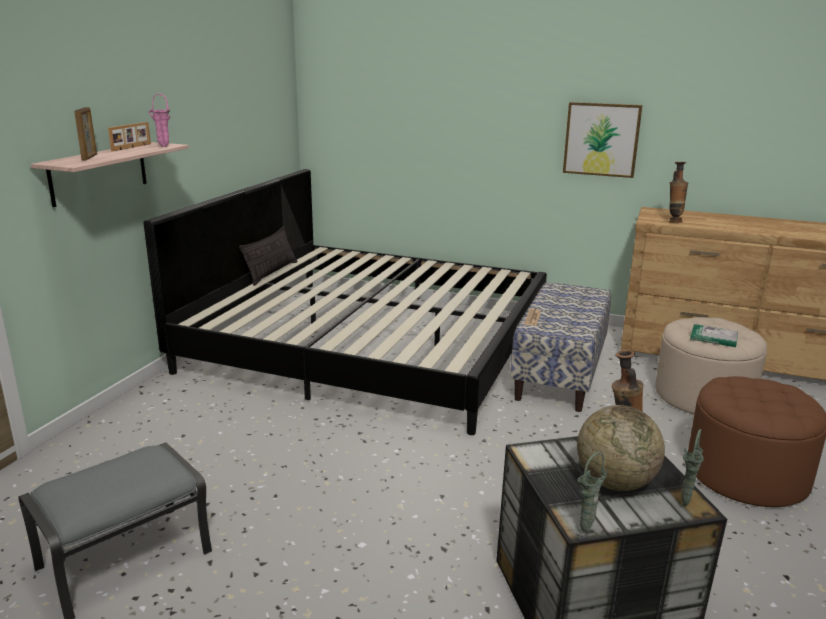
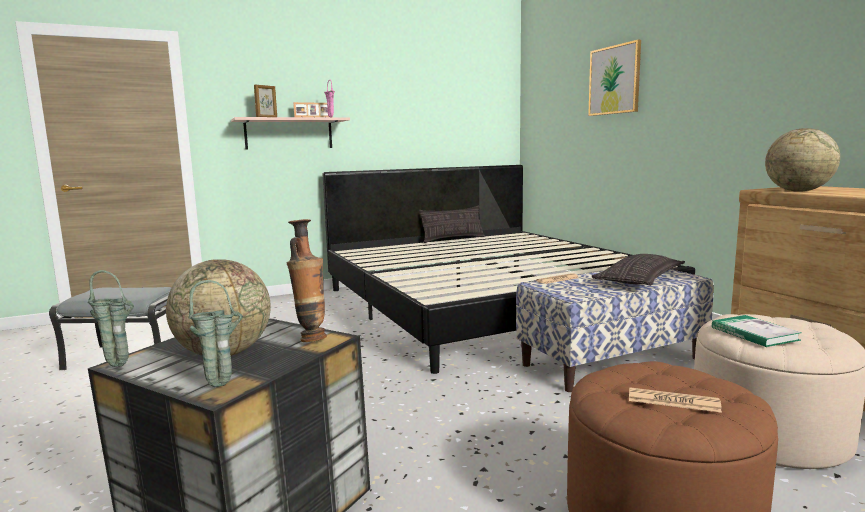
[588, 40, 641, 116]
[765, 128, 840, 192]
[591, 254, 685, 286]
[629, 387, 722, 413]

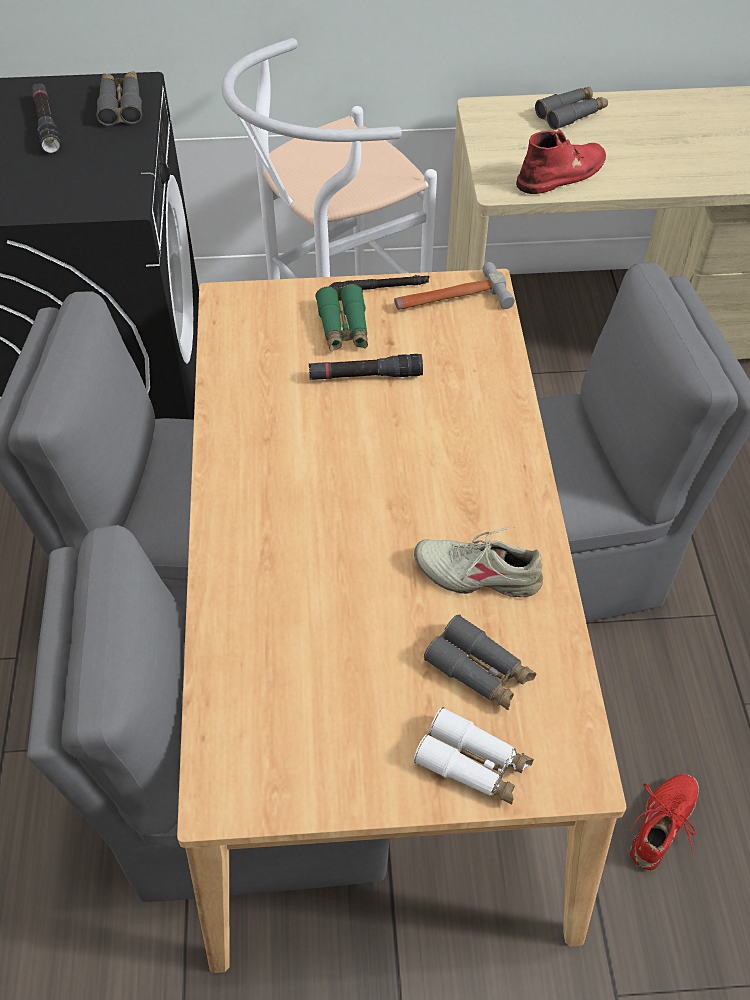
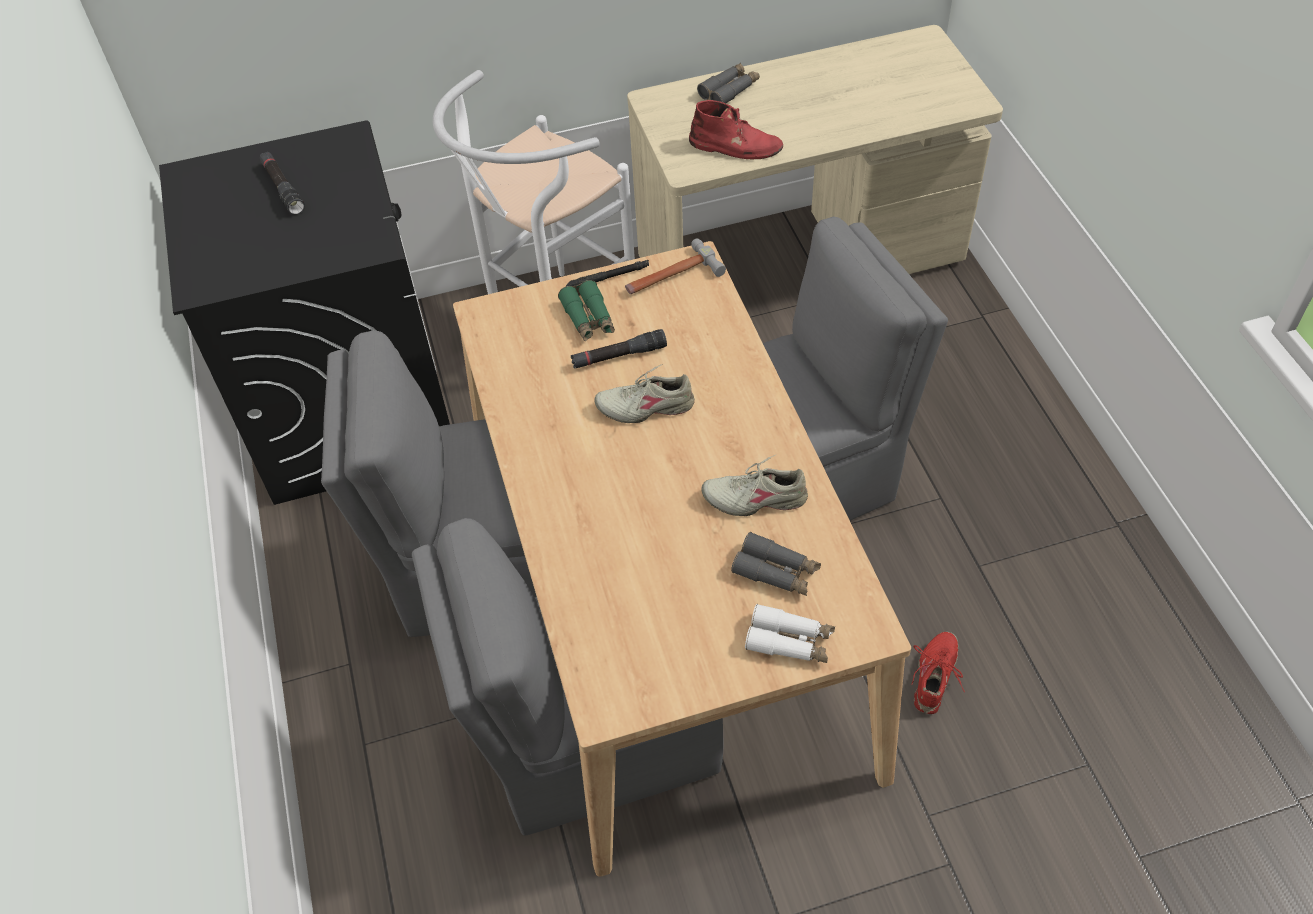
[96, 71, 142, 126] (first image)
[689, 100, 783, 160]
[594, 364, 695, 423]

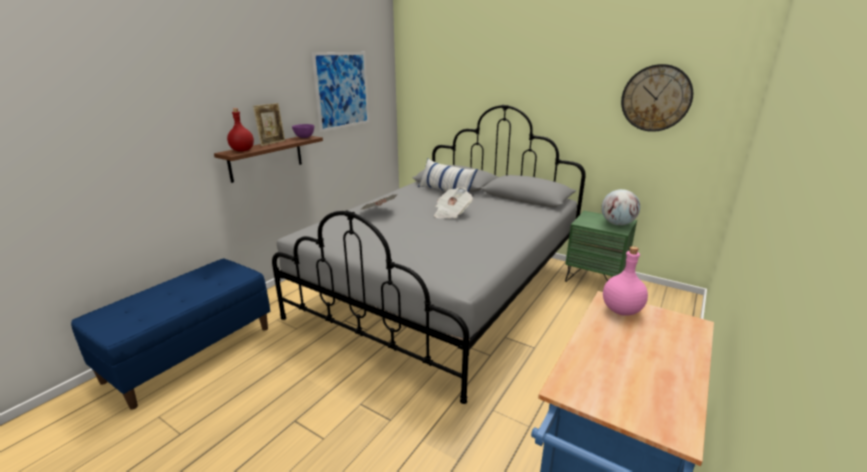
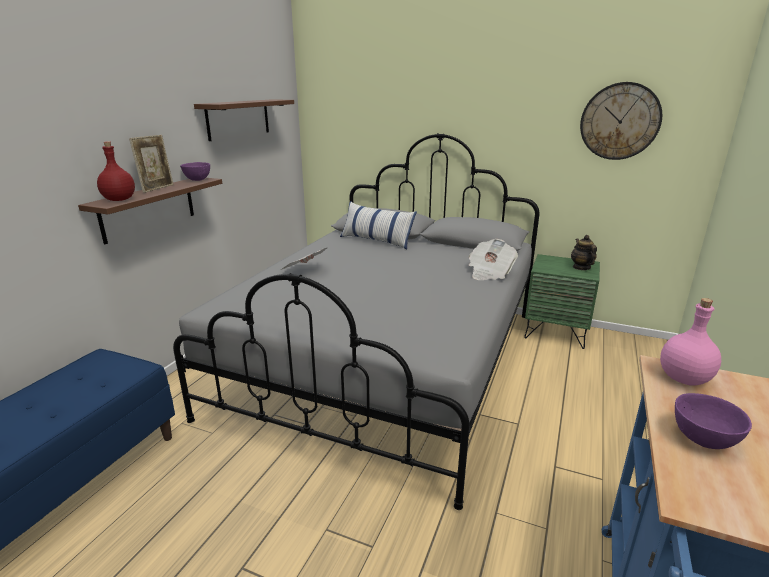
[194, 99, 294, 141]
[469, 239, 518, 280]
[571, 235, 597, 270]
[675, 393, 752, 449]

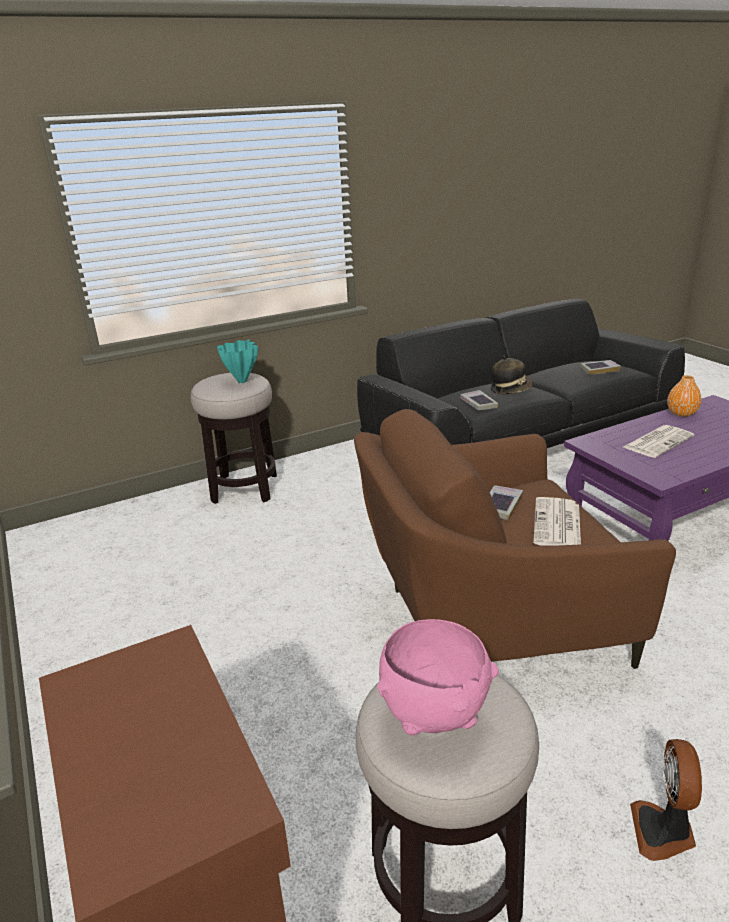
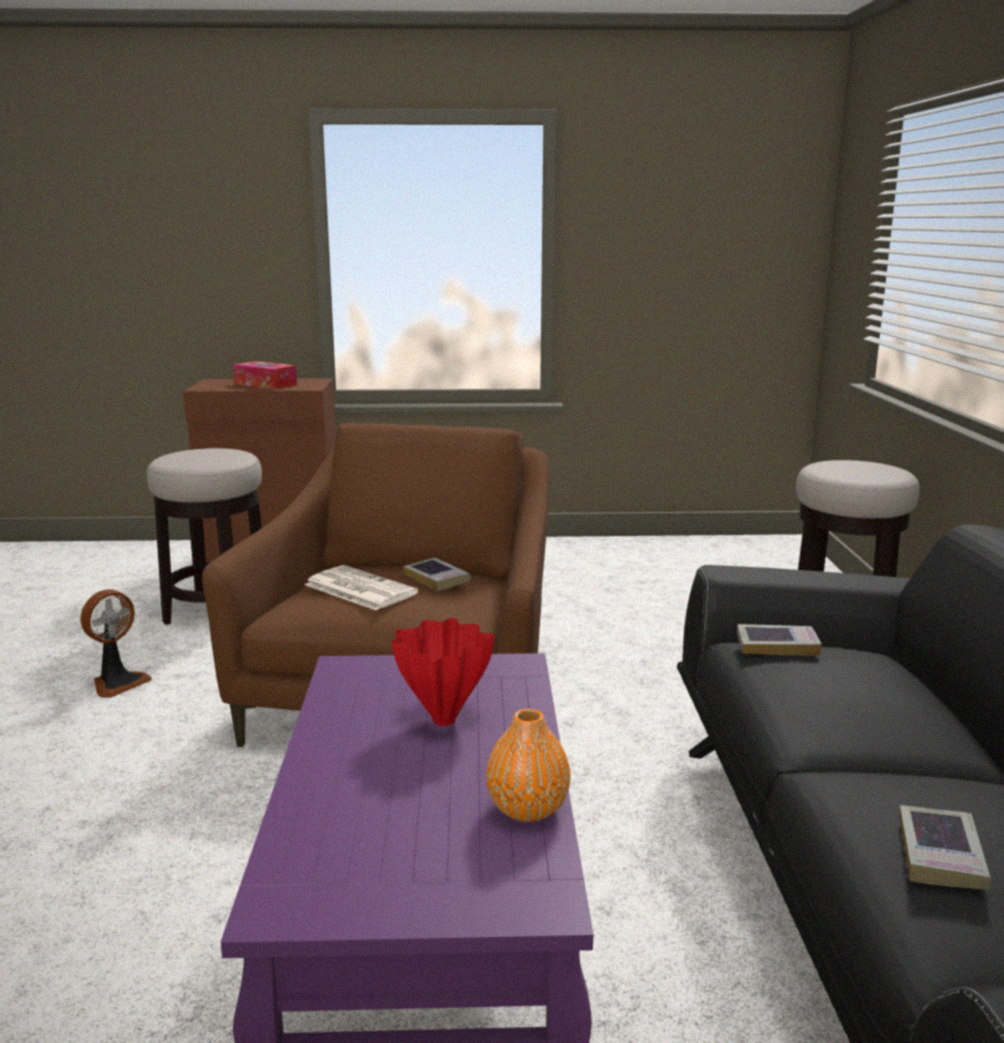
[217, 340, 258, 383] (first image)
[491, 356, 534, 394] (first image)
[392, 618, 495, 726]
[377, 619, 499, 736] (first image)
[81, 589, 152, 698]
[233, 361, 297, 389]

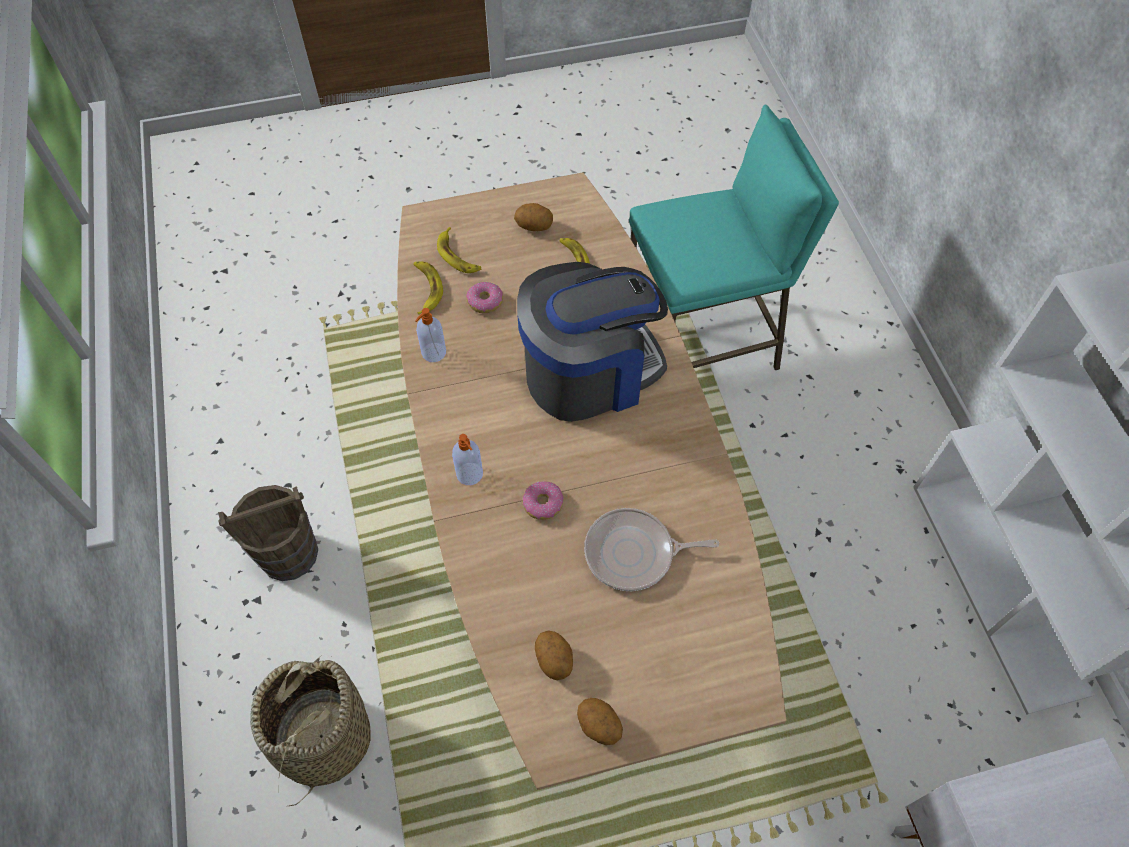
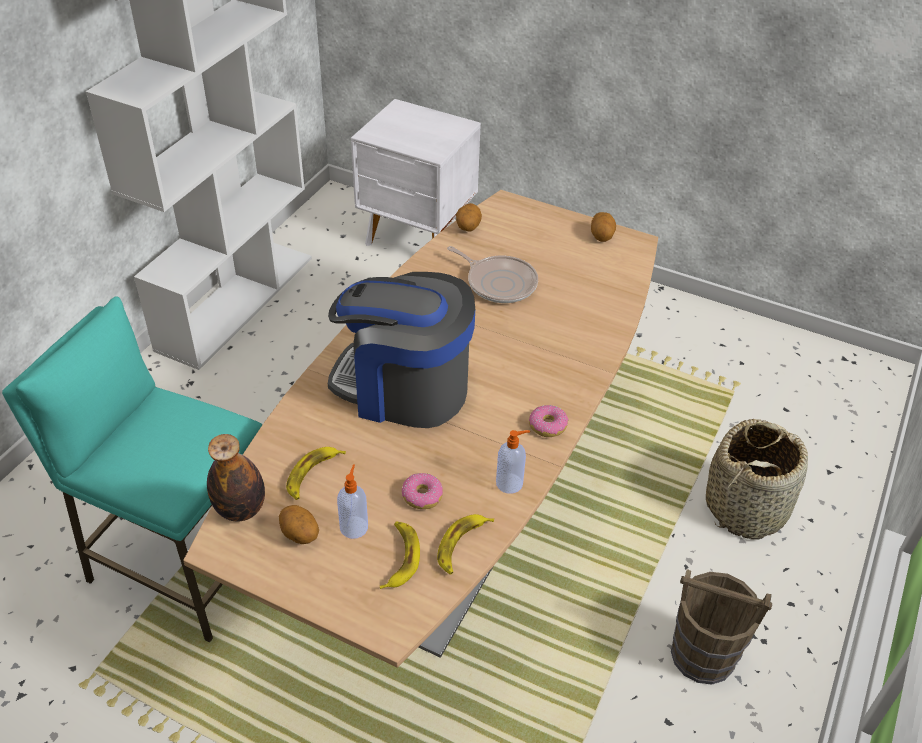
[337, 464, 368, 539]
[529, 405, 569, 437]
[456, 203, 482, 231]
[207, 434, 265, 522]

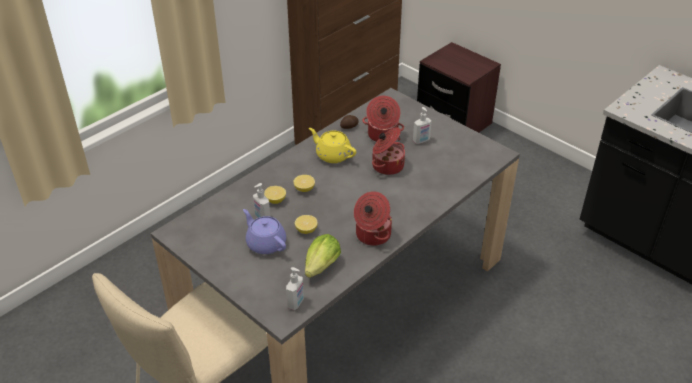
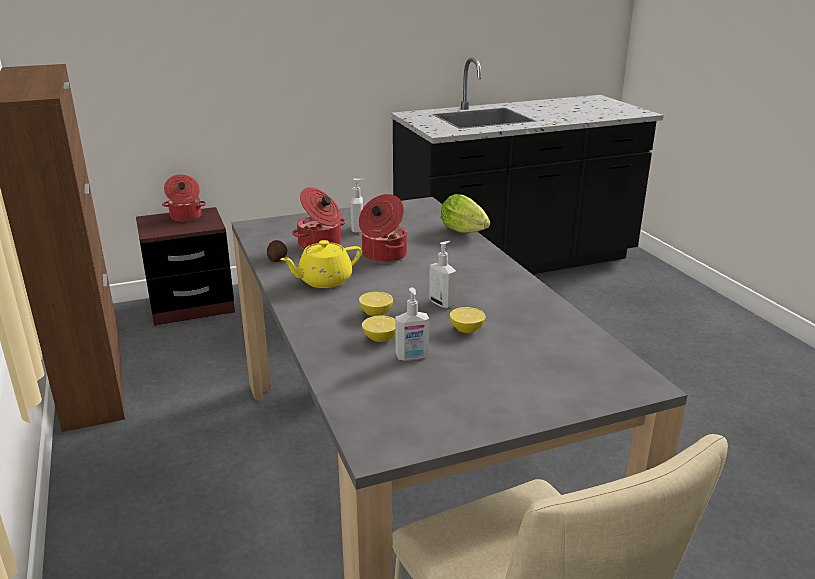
[162, 174, 206, 221]
[243, 209, 286, 254] (first image)
[440, 194, 490, 233]
[429, 241, 456, 308]

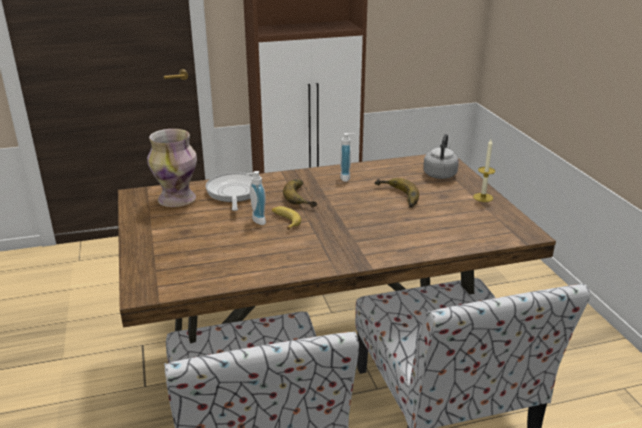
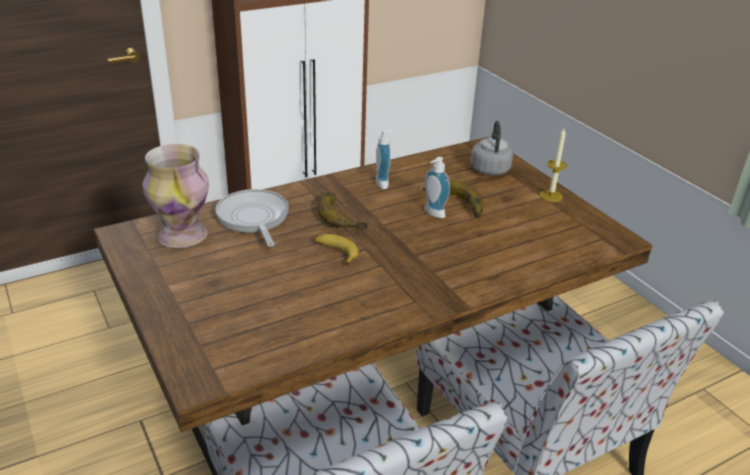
[425, 157, 450, 218]

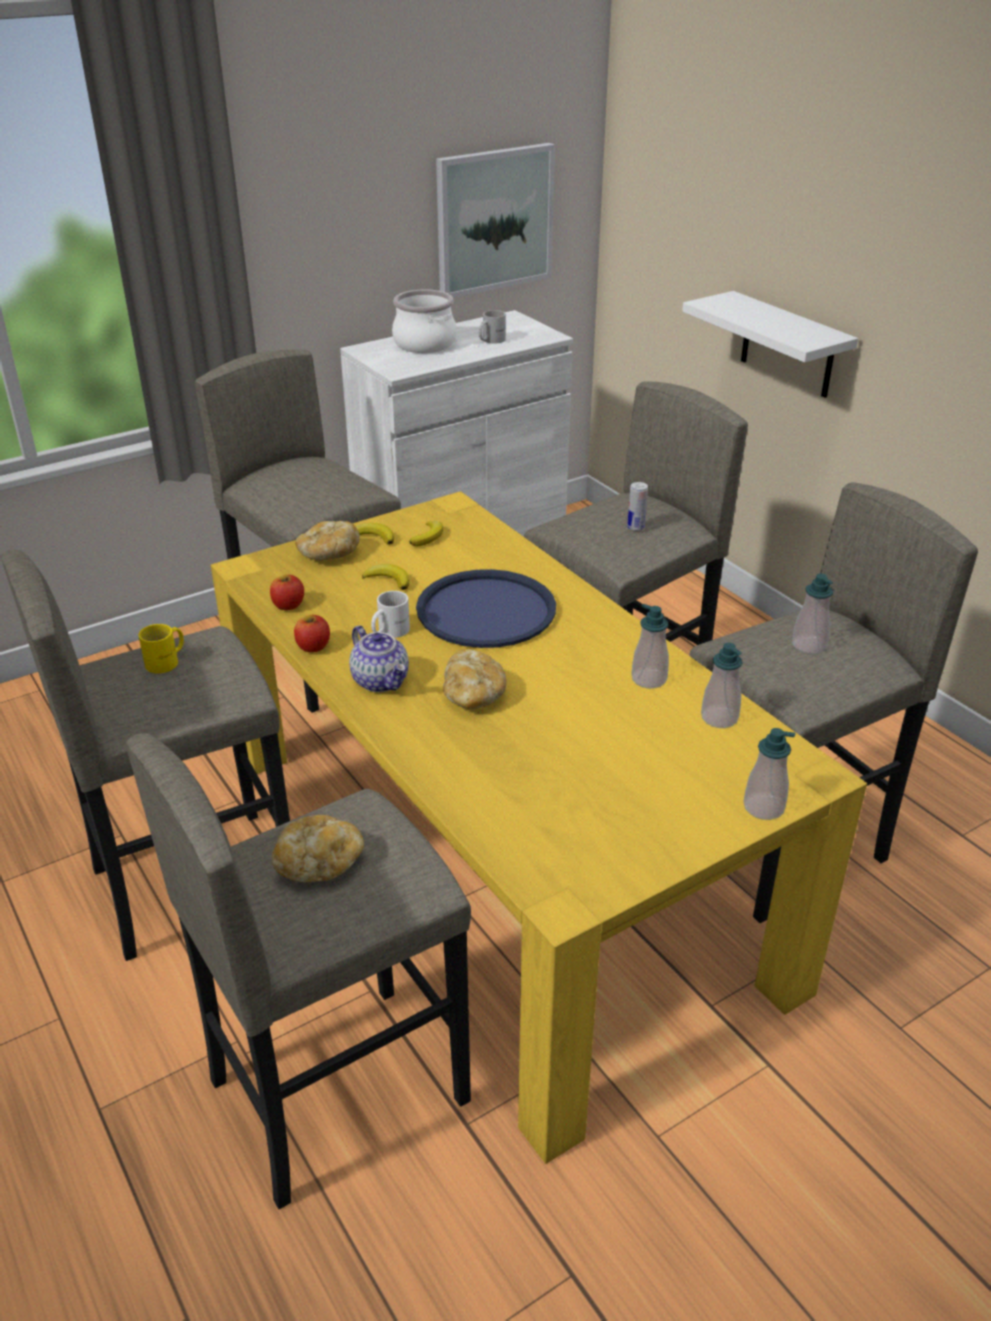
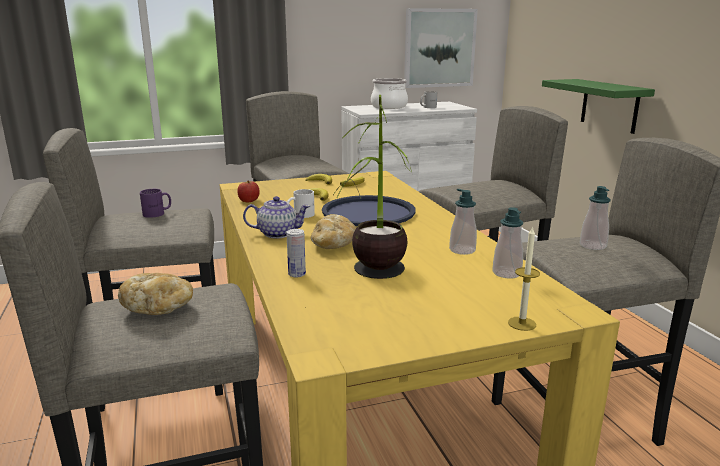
[542, 79, 655, 134]
[286, 229, 306, 278]
[295, 521, 360, 561] (first image)
[294, 614, 330, 653] (first image)
[140, 189, 171, 218]
[243, 196, 310, 239]
[508, 226, 540, 331]
[333, 95, 413, 279]

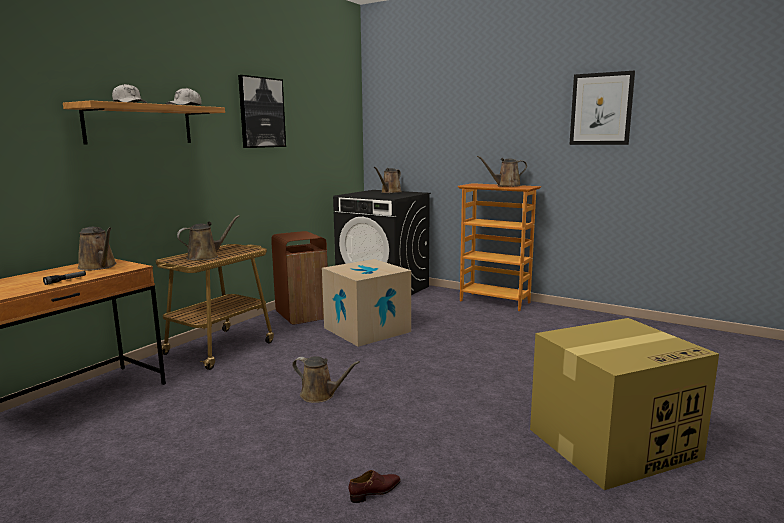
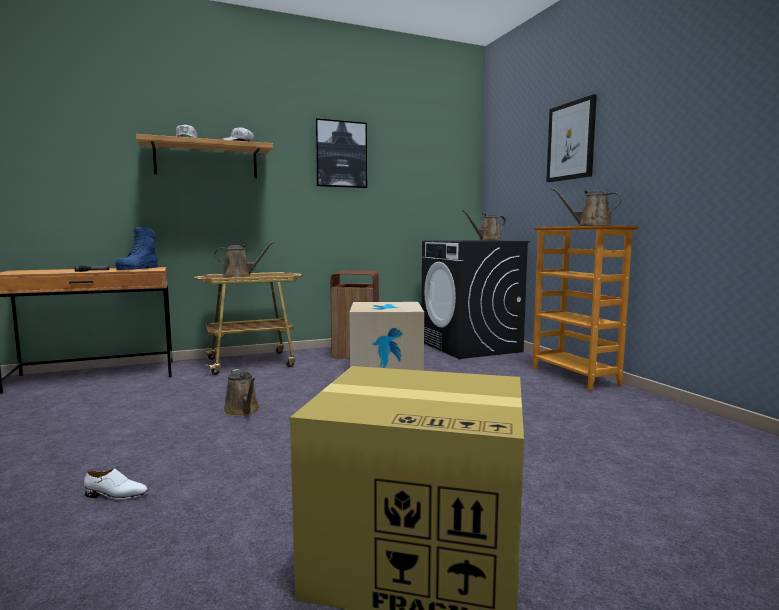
[546, 94, 597, 182]
[115, 227, 158, 270]
[84, 469, 148, 499]

